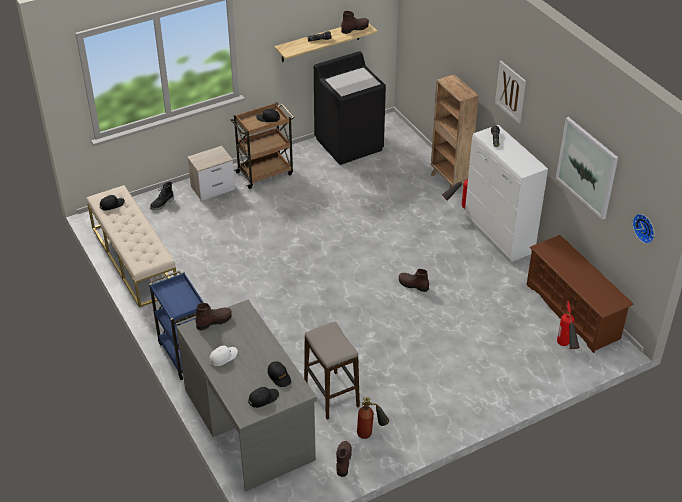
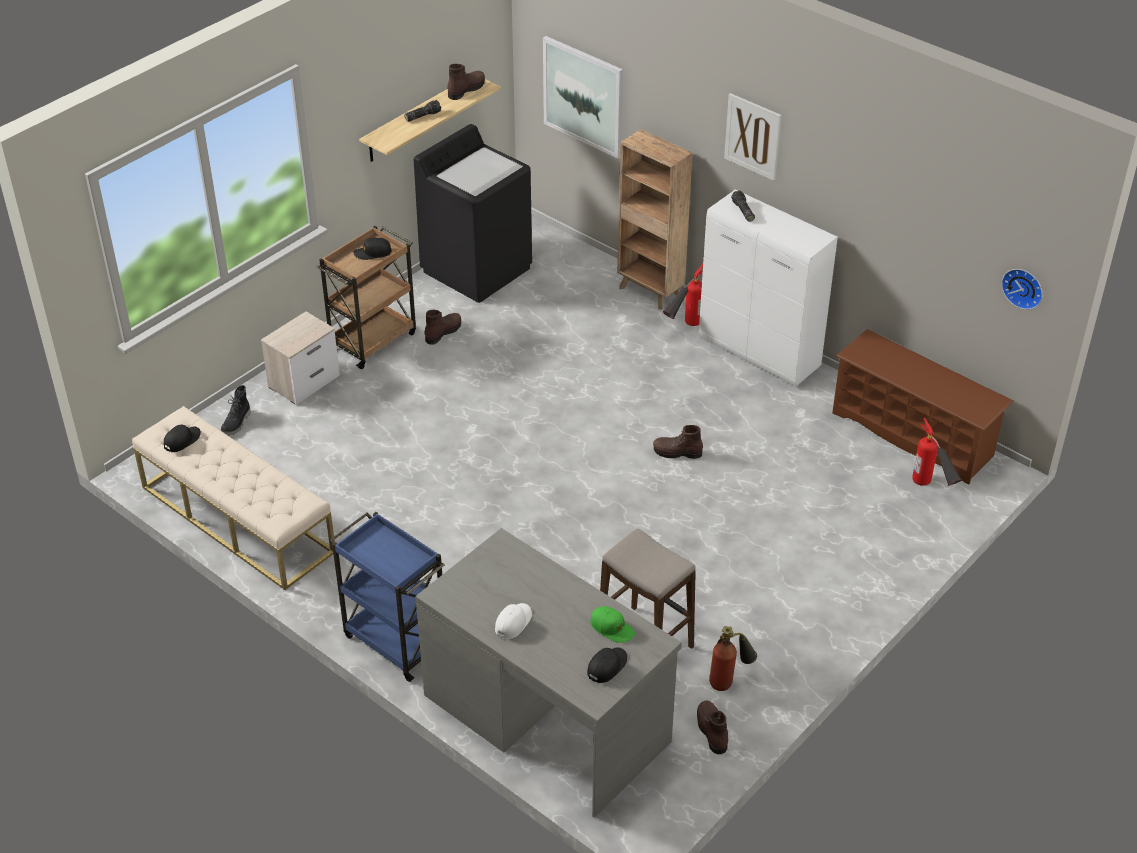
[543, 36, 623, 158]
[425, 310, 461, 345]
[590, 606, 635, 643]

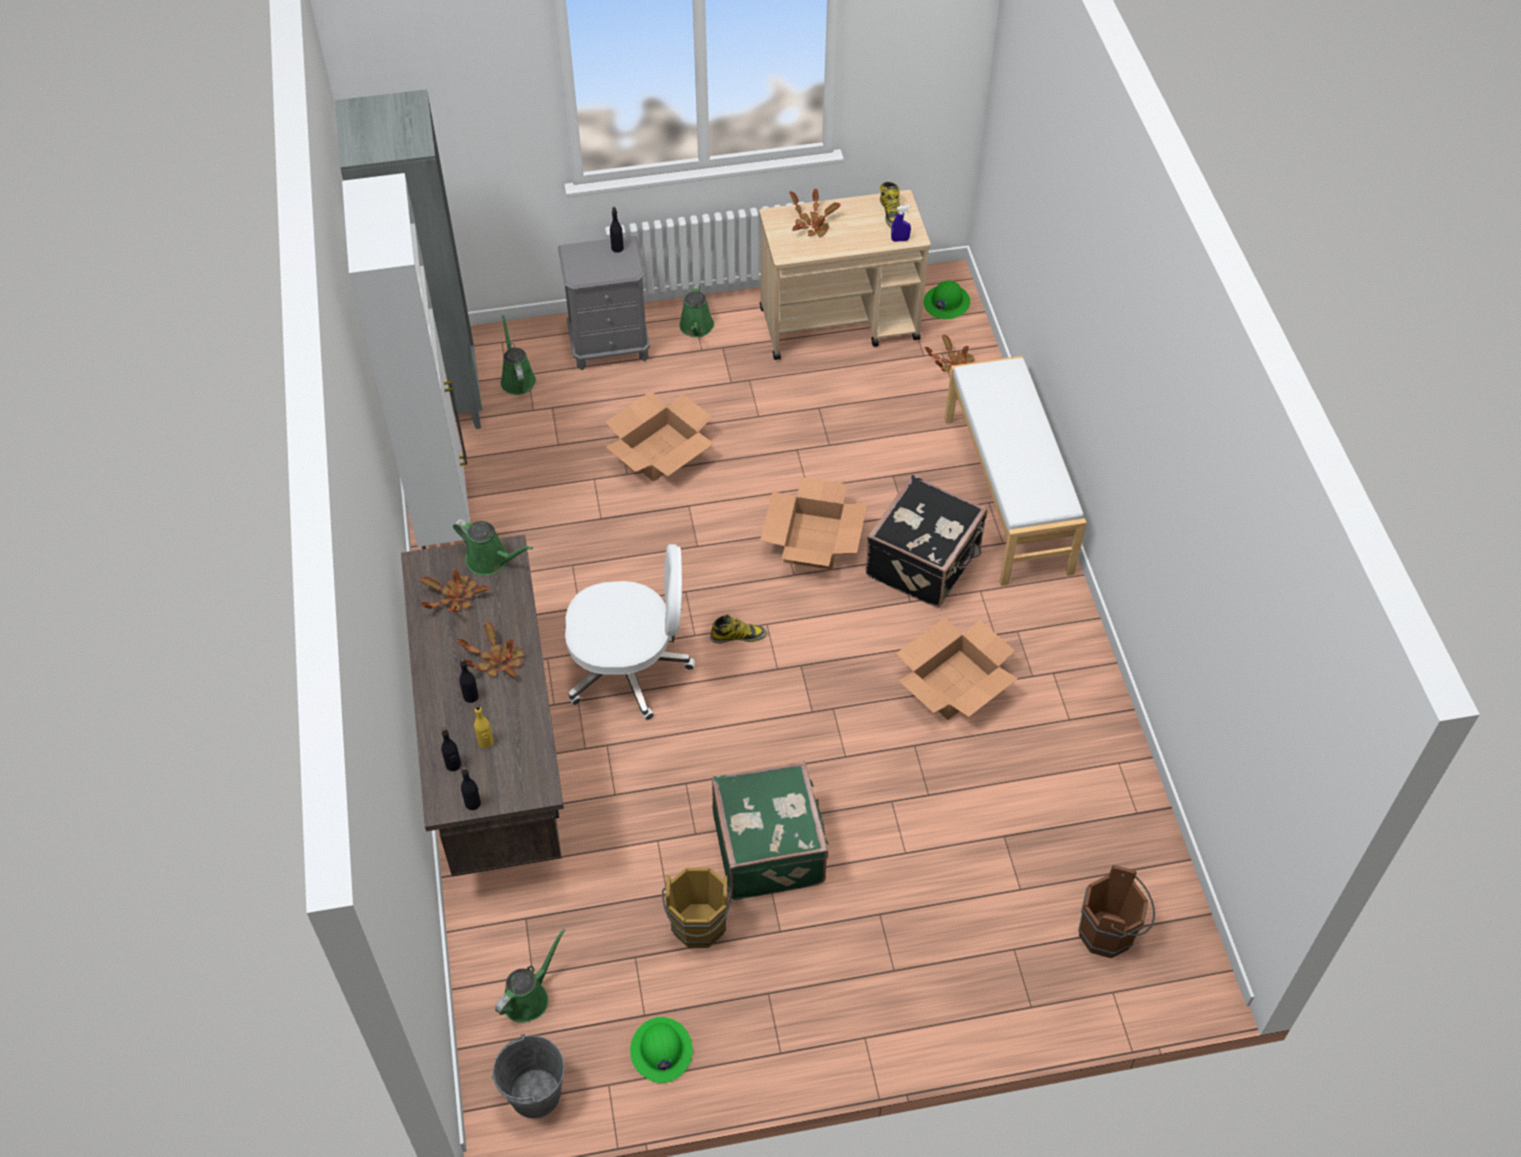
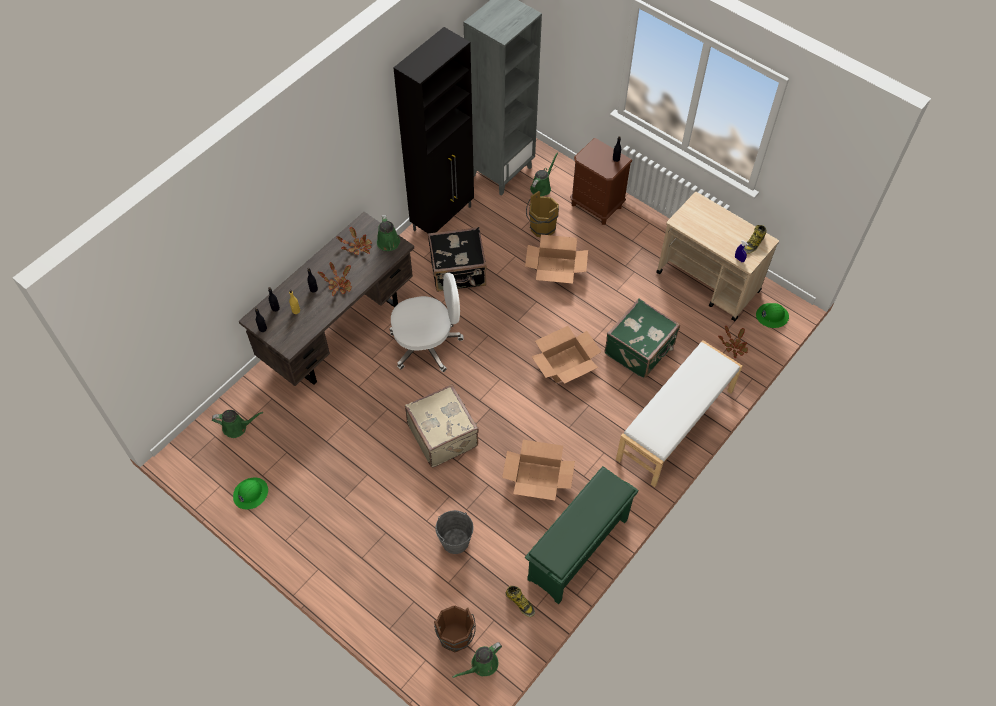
[393, 27, 474, 233]
[789, 189, 841, 237] (first image)
[570, 138, 632, 225]
[452, 642, 502, 678]
[428, 227, 487, 292]
[390, 273, 464, 372]
[506, 586, 535, 617]
[604, 298, 680, 379]
[526, 191, 559, 237]
[435, 510, 474, 554]
[405, 384, 479, 467]
[525, 466, 638, 604]

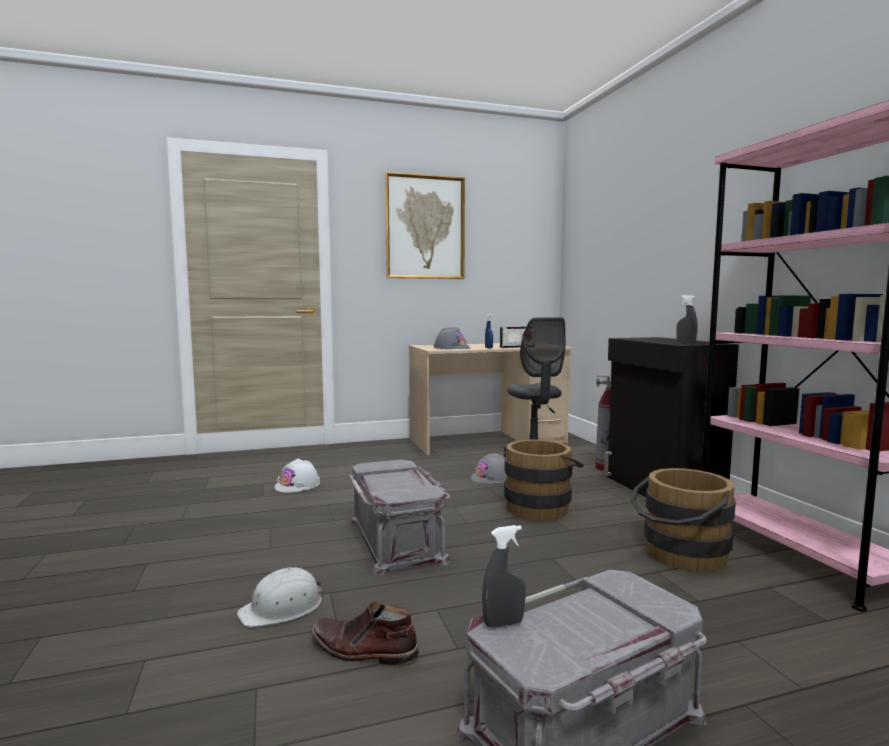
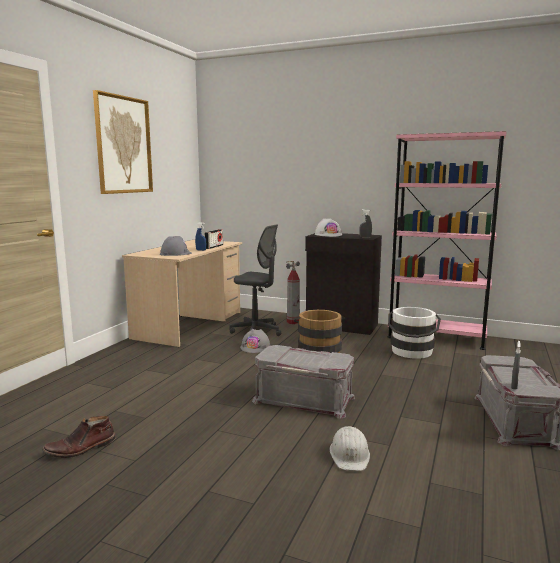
[315, 219, 342, 237]
[388, 307, 441, 359]
[42, 416, 116, 458]

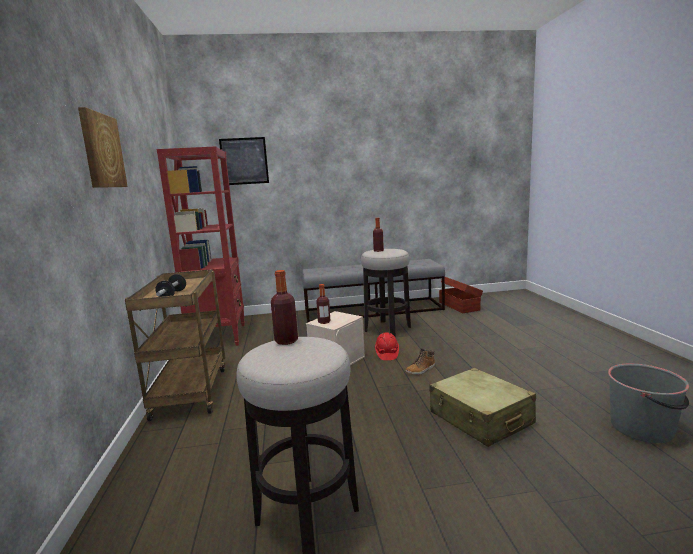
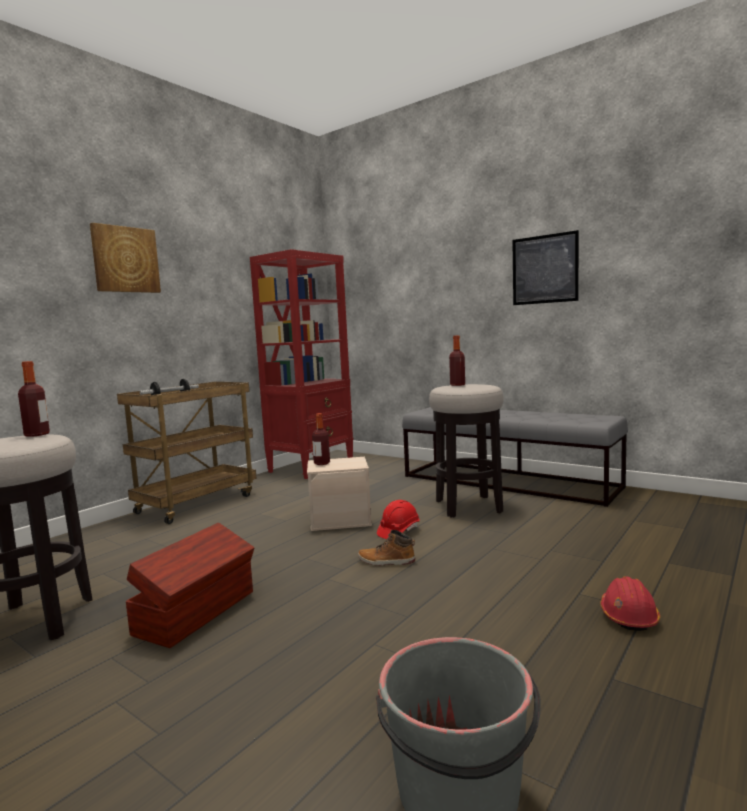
[512, 230, 579, 305]
[125, 523, 255, 648]
[429, 368, 536, 447] (first image)
[600, 577, 660, 631]

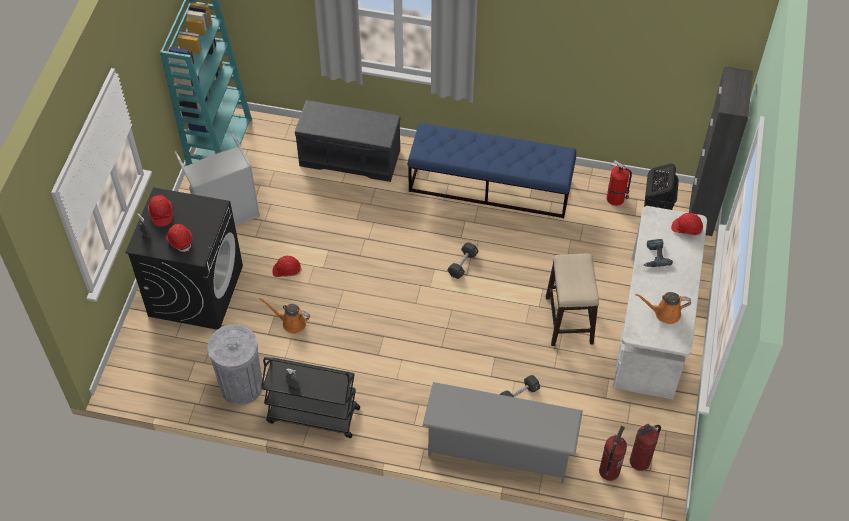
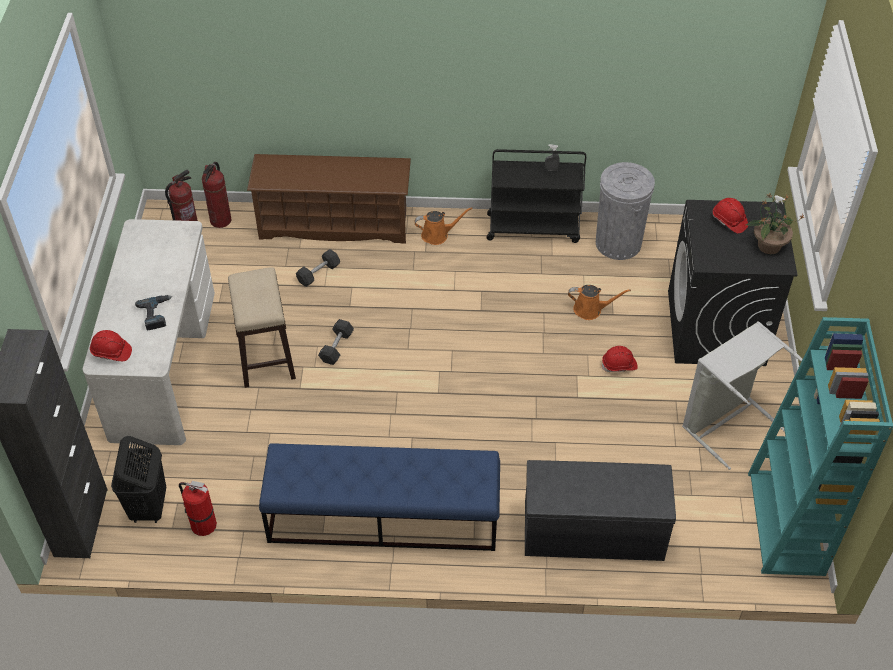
[746, 192, 805, 254]
[318, 319, 354, 365]
[414, 207, 472, 245]
[247, 154, 411, 244]

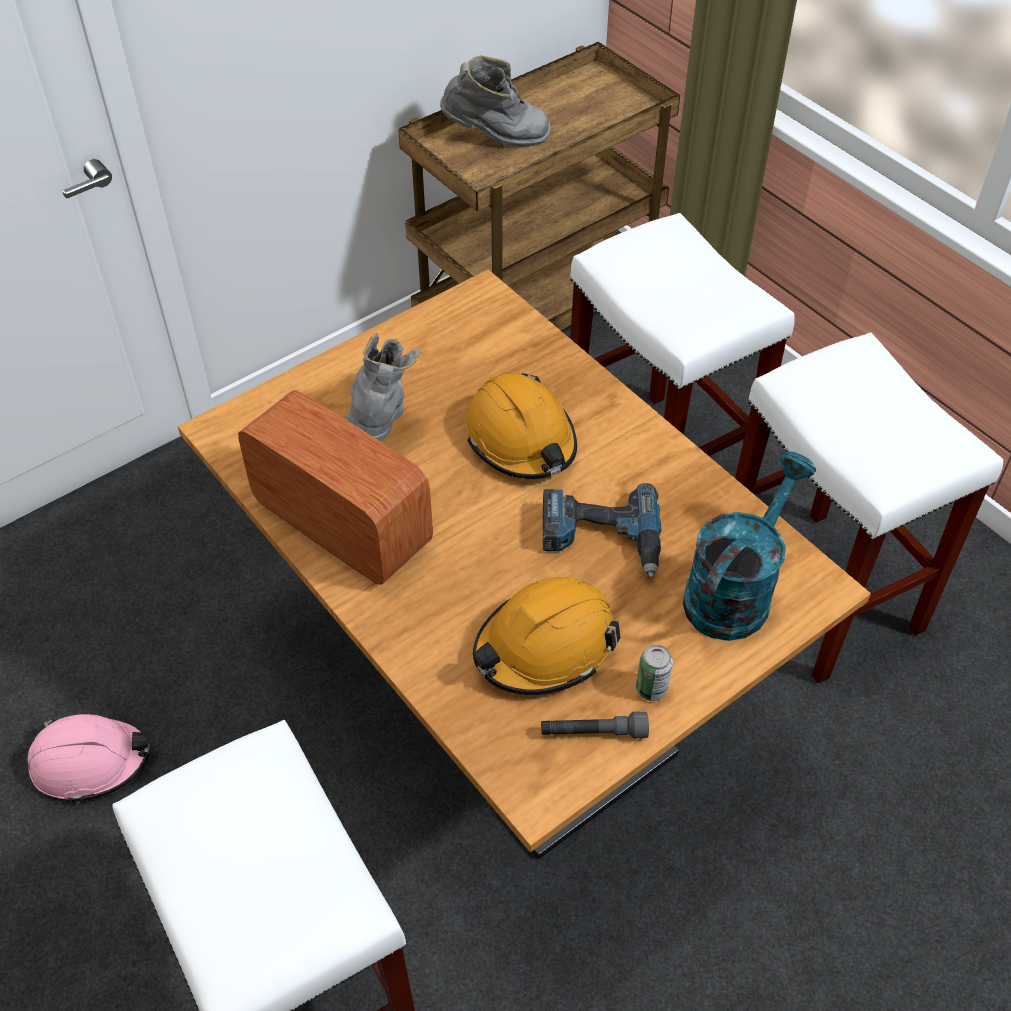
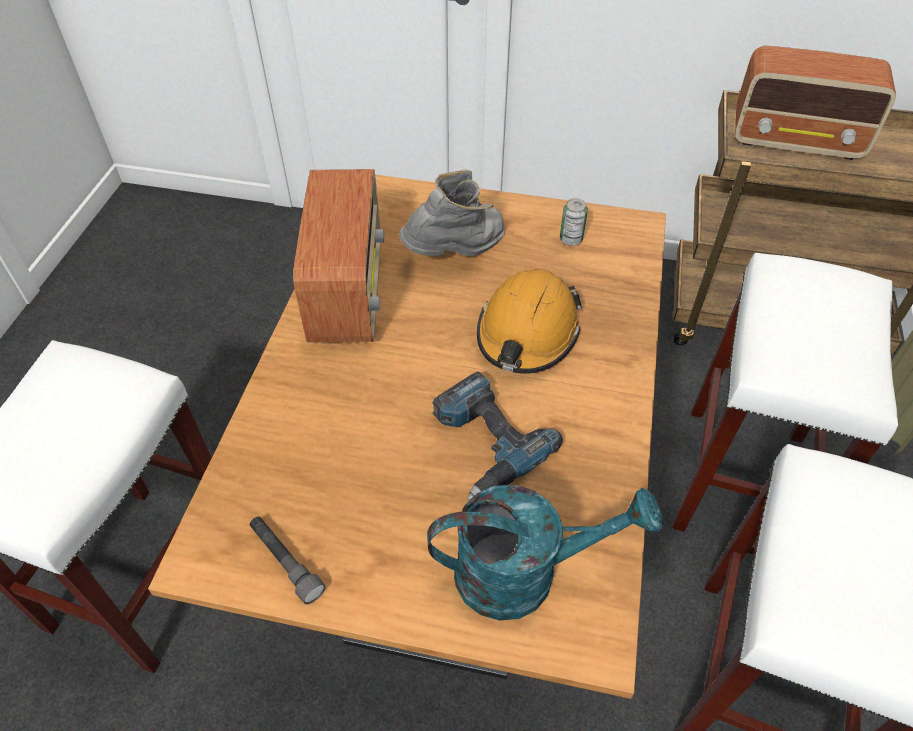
[735, 46, 896, 160]
[473, 577, 621, 695] (first image)
[560, 198, 588, 246]
[27, 714, 150, 803] (first image)

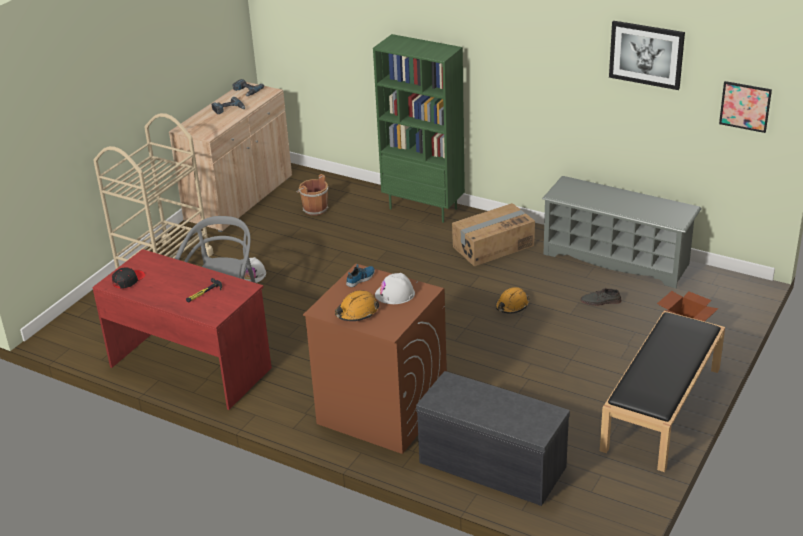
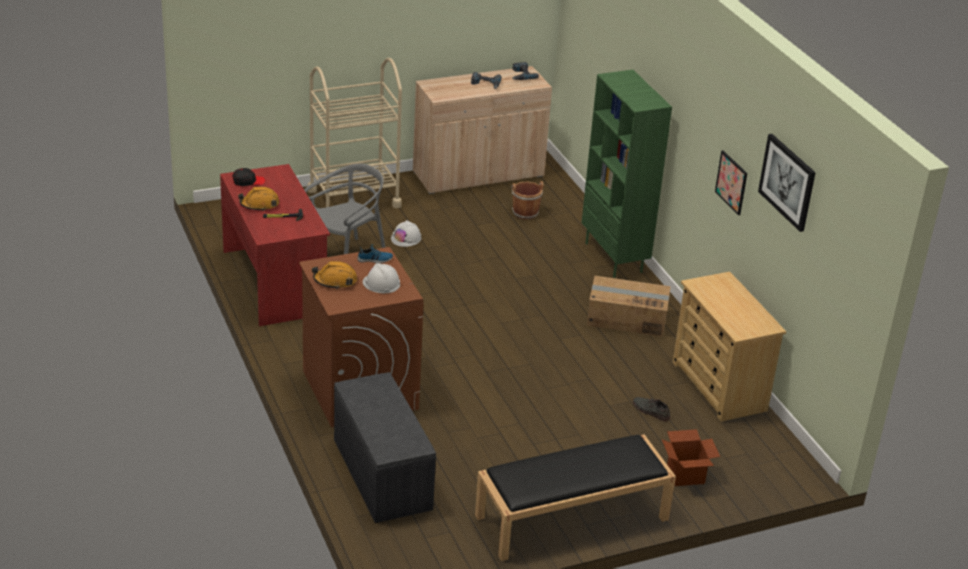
[715, 151, 747, 215]
[673, 272, 786, 422]
[238, 187, 279, 211]

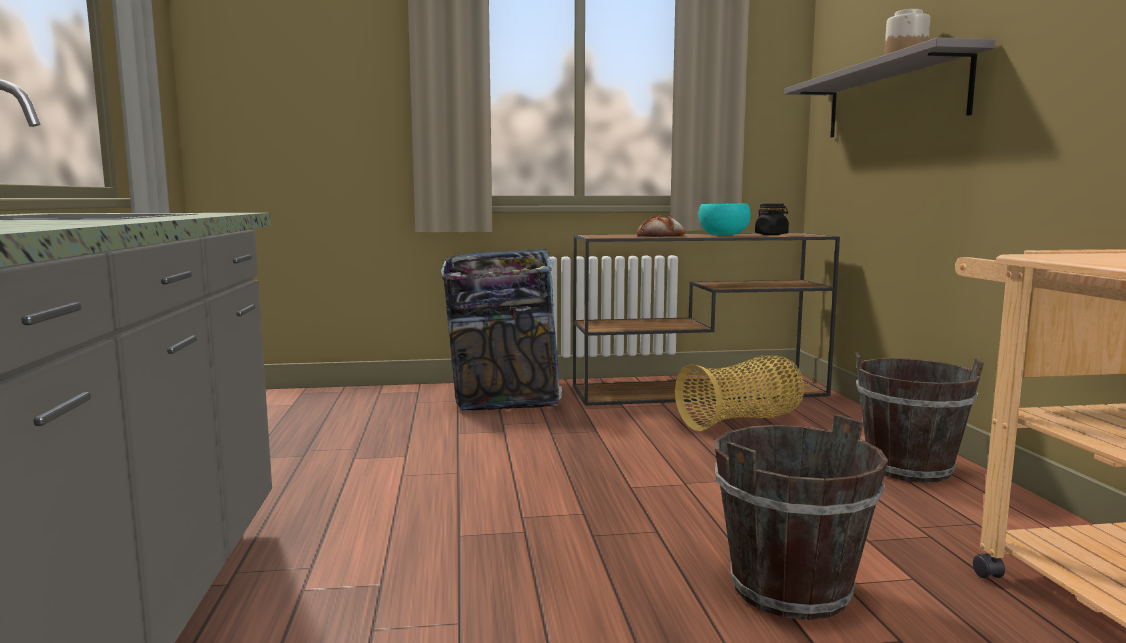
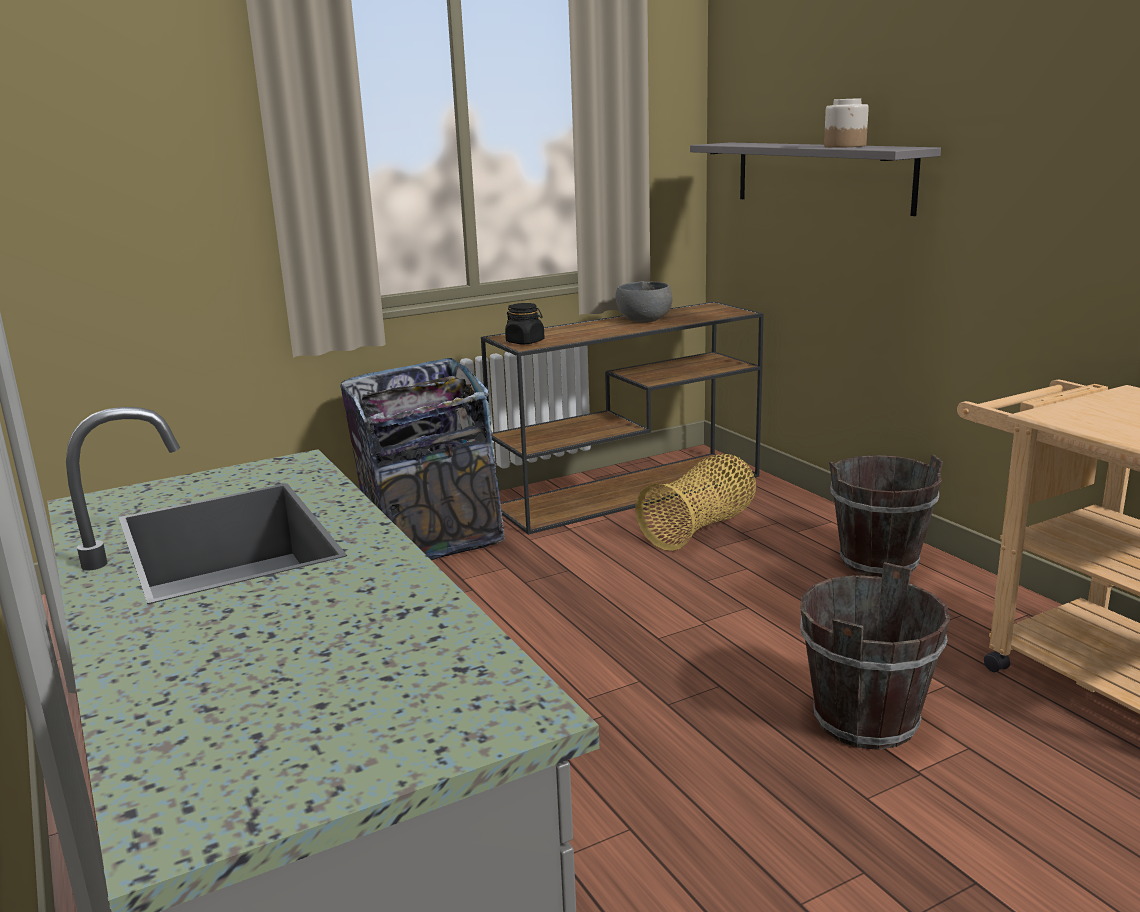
[616, 282, 673, 323]
[505, 303, 545, 344]
[637, 215, 685, 237] (first image)

